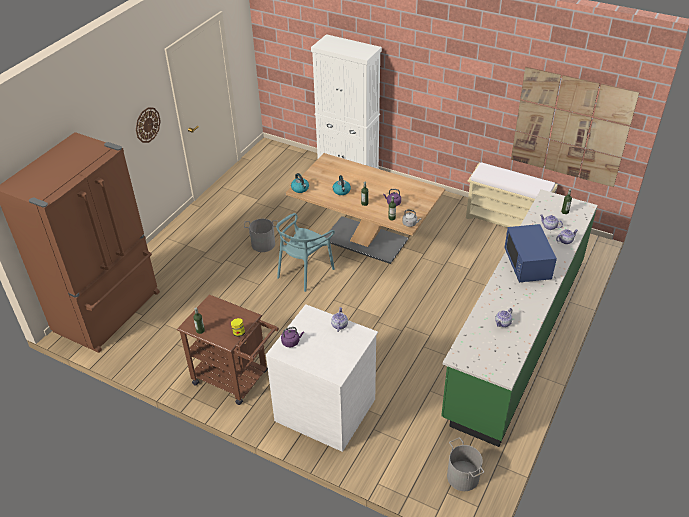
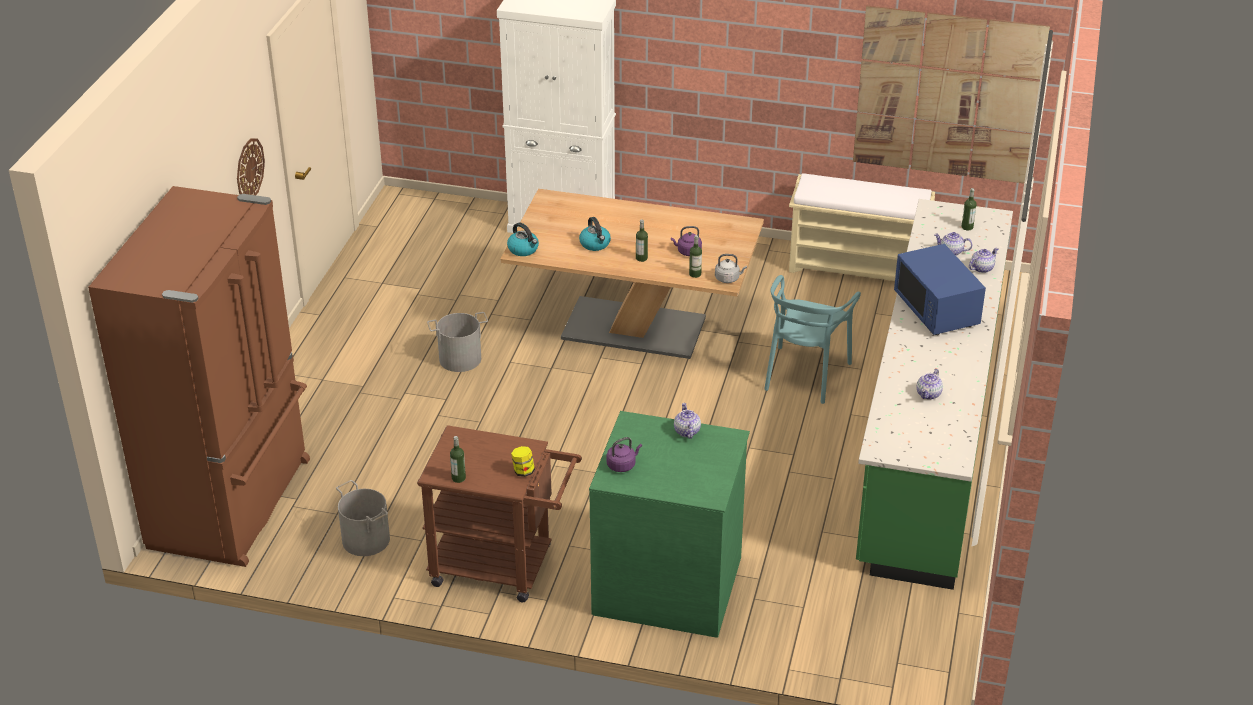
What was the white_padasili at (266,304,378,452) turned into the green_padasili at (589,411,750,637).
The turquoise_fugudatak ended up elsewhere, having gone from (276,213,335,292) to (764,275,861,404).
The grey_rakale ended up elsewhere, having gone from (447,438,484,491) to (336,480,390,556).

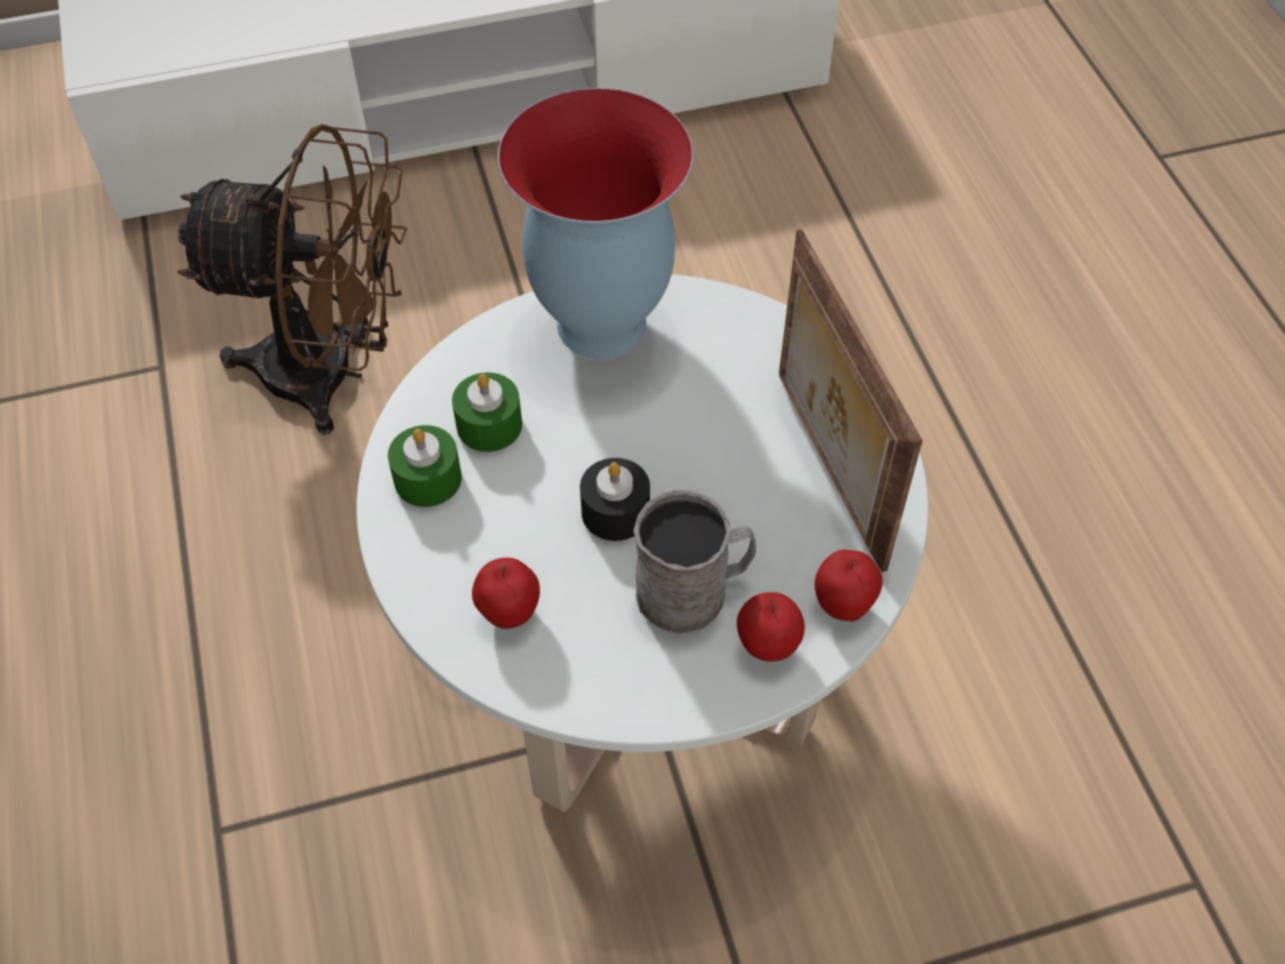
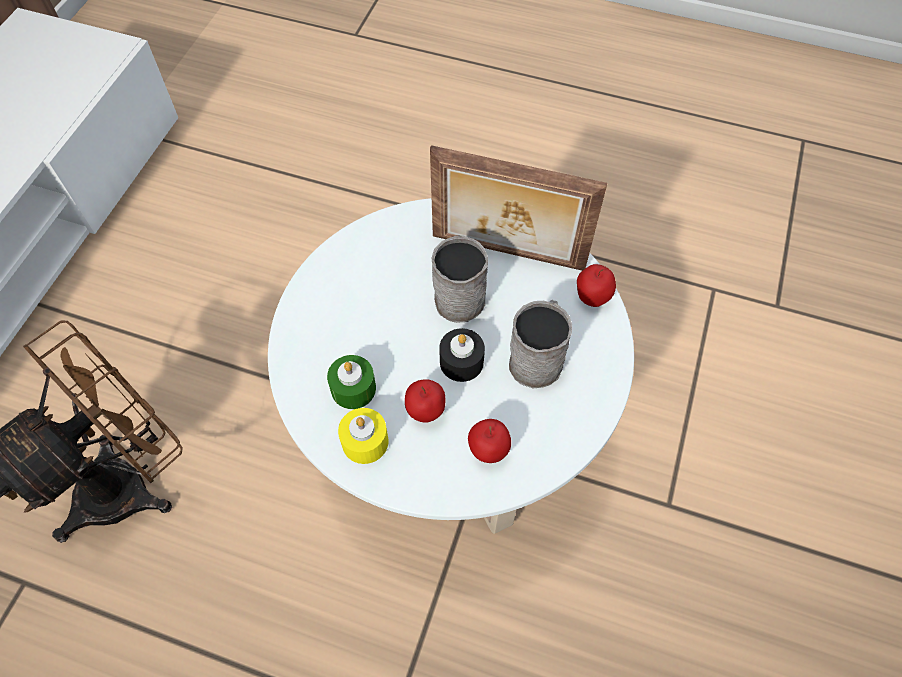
What was the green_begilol at (388,425,462,507) turned into the yellow_begilol at (338,408,388,464).
The second view lost the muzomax at (498,88,694,359).
The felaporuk ended up elsewhere, having gone from (737,592,805,661) to (405,379,445,423).
The second view gained the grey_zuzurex at (432,235,488,323).

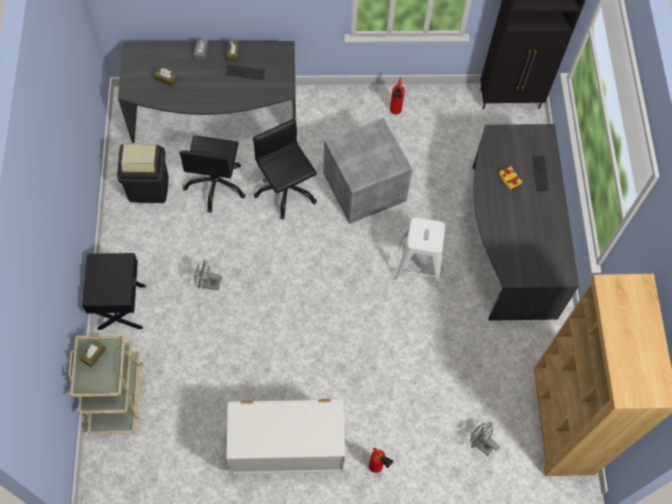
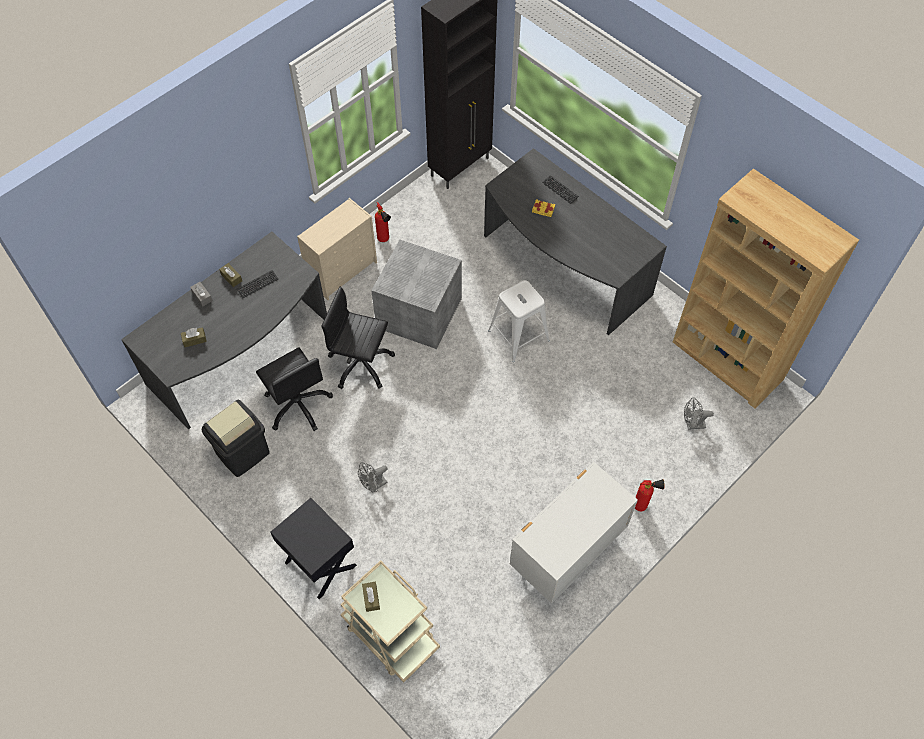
The second view gained the beige_padasili at (297,198,377,300).

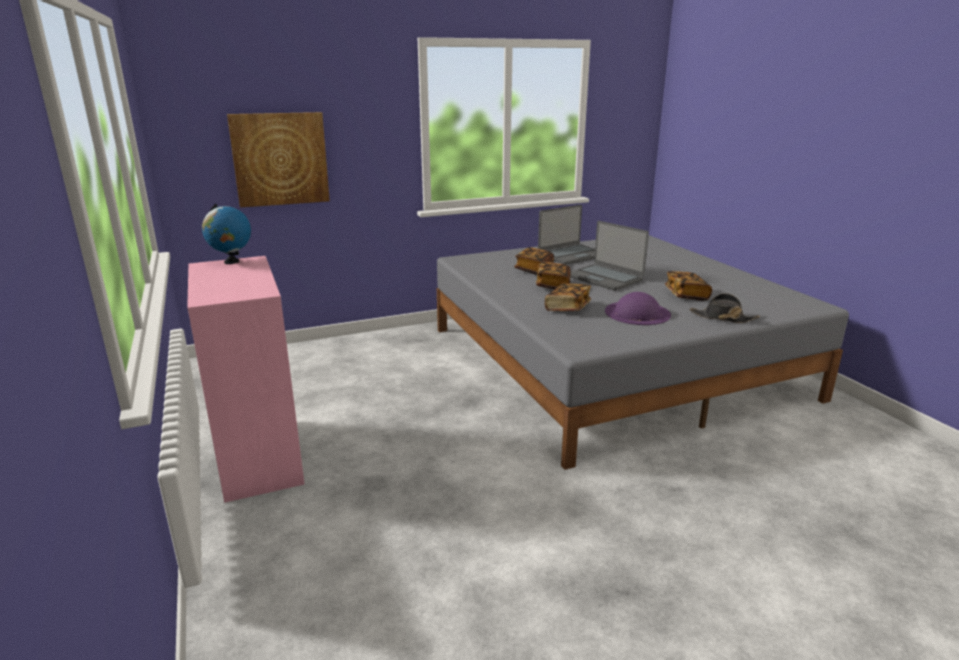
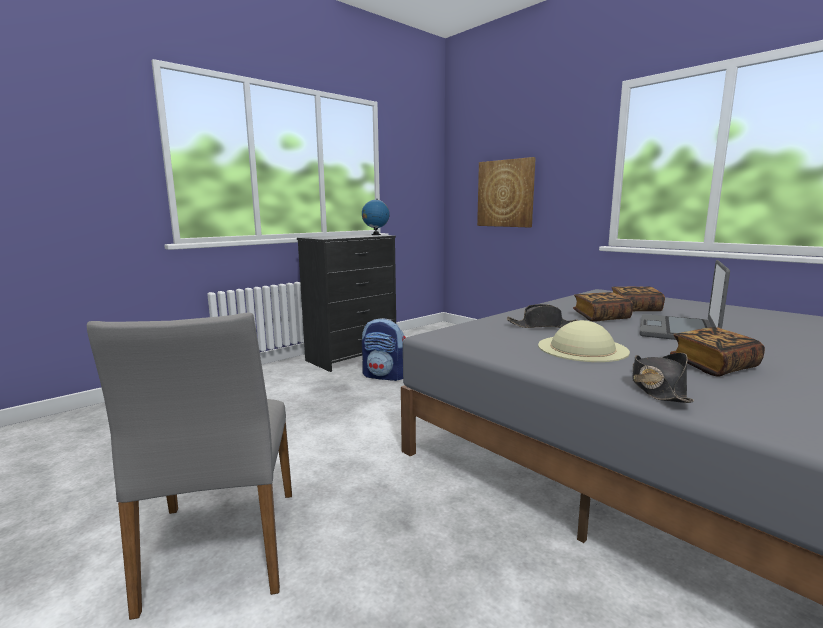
What was the pink_padasili at (187,256,305,503) turned into the black_padasili at (297,234,396,372).
The second view lost the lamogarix at (538,205,595,265).
Where the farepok stood at (545,283,591,311), the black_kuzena came to stand at (507,304,578,328).
What was the purple_kuzena at (605,292,671,325) turned into the beige_kuzena at (538,320,630,362).
The second view gained the grey_fugudatak at (87,313,292,620).
The second view gained the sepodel at (362,318,406,381).

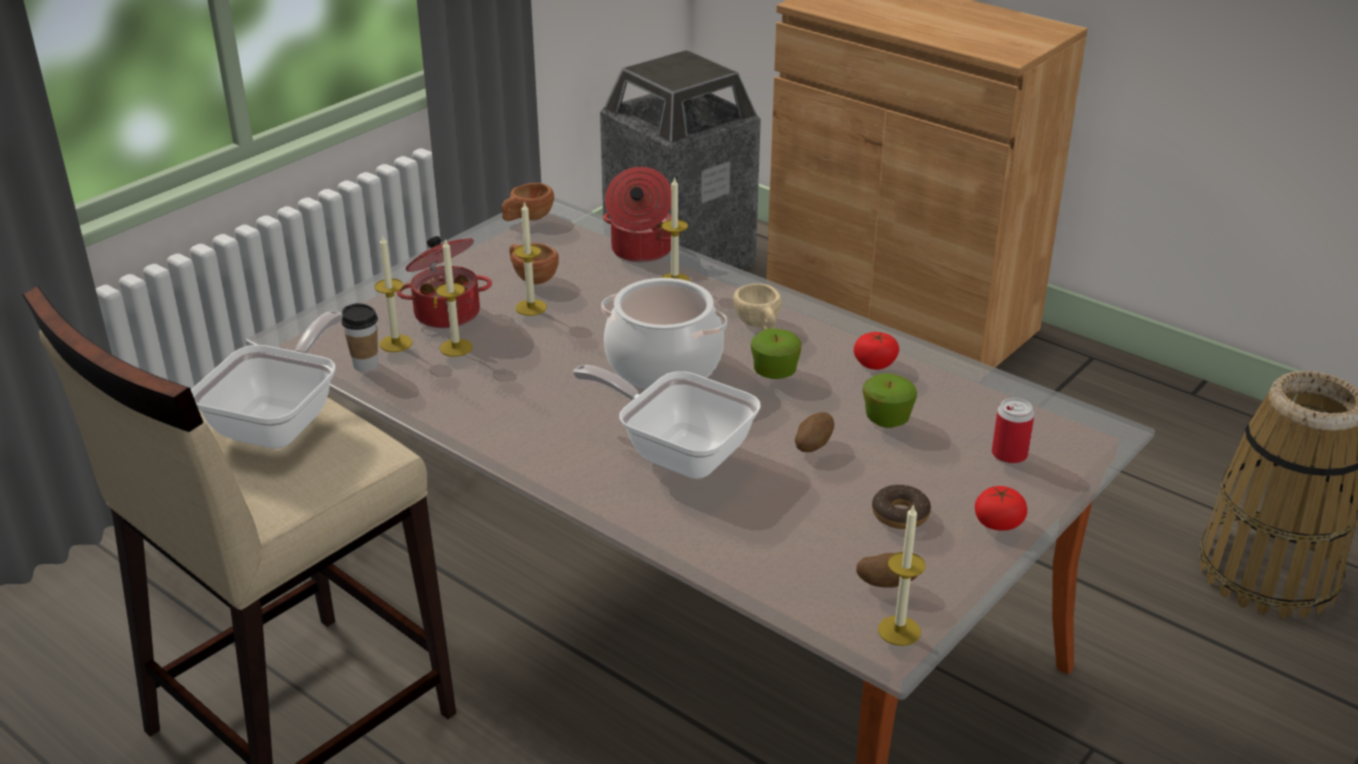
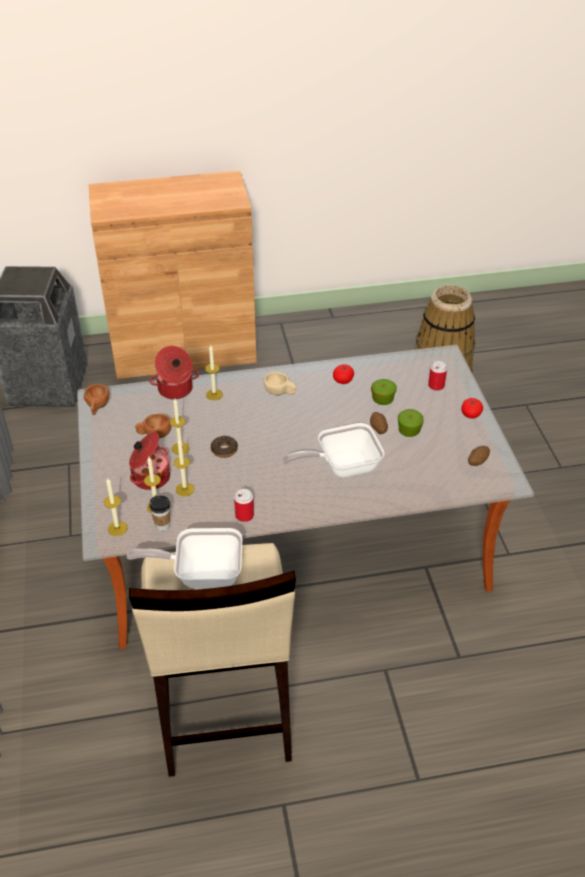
The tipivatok at (191,311,343,449) ended up facing another way, 60 degrees counterclockwise from before.
The second view lost the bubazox at (602,278,727,389).
The felaporuk ended up elsewhere, having gone from (751,328,801,379) to (398,409,423,437).
The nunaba ended up elsewhere, having gone from (872,485,931,529) to (211,436,238,458).
The begilol ended up elsewhere, having gone from (878,504,925,646) to (104,478,127,536).
The second view gained the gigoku at (234,489,254,522).

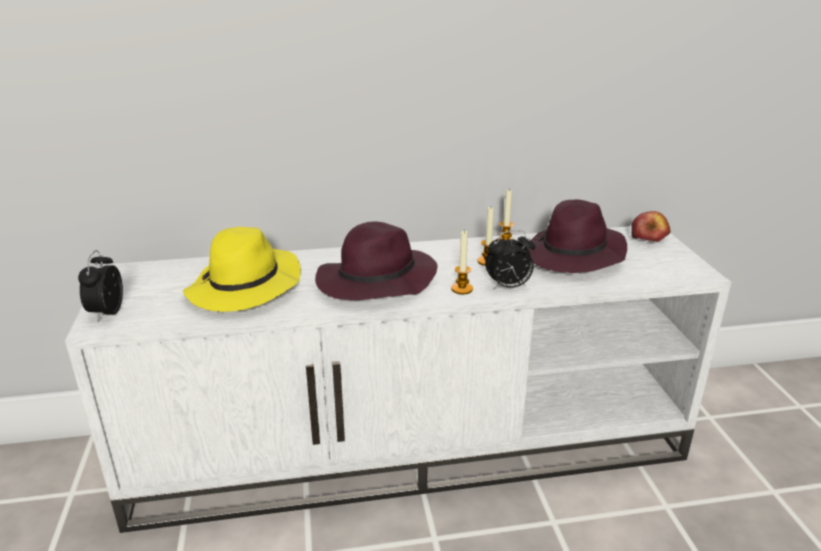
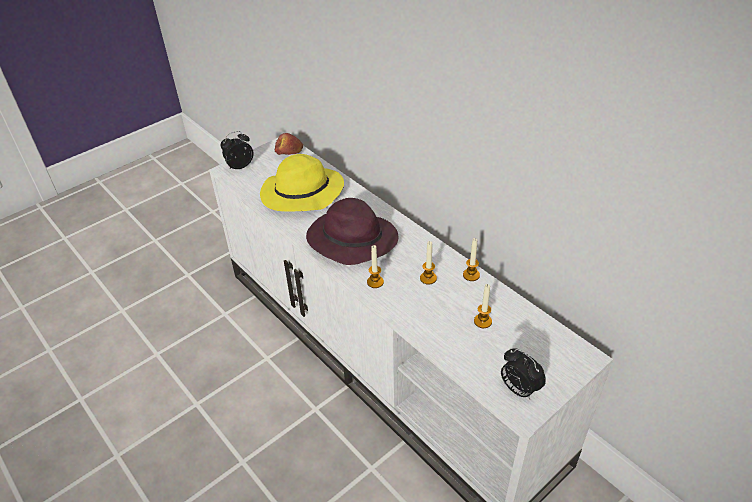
The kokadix ended up elsewhere, having gone from (485,230,535,290) to (501,348,546,399).
Where the purple_kuzena stood at (527,199,627,273), the begilol came to stand at (474,284,492,328).
The felaporuk ended up elsewhere, having gone from (631,211,671,242) to (275,133,303,155).

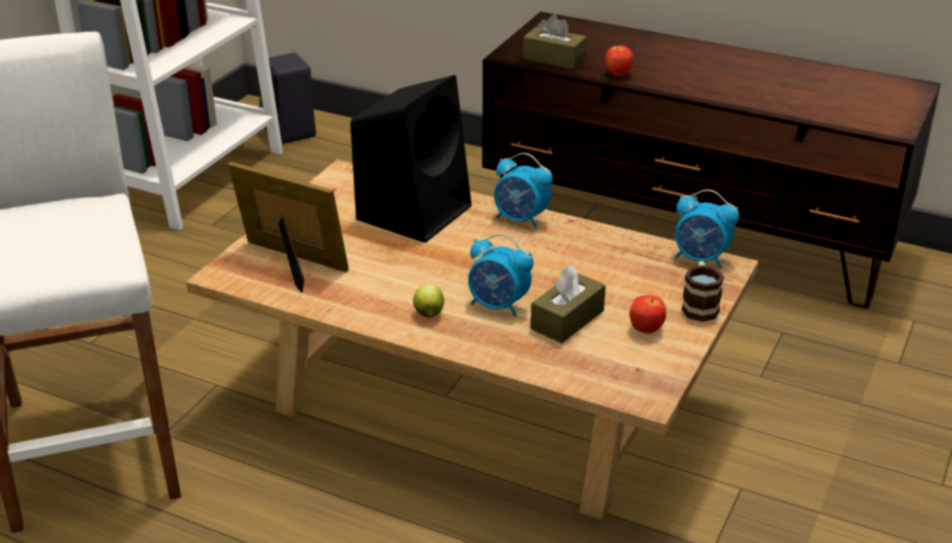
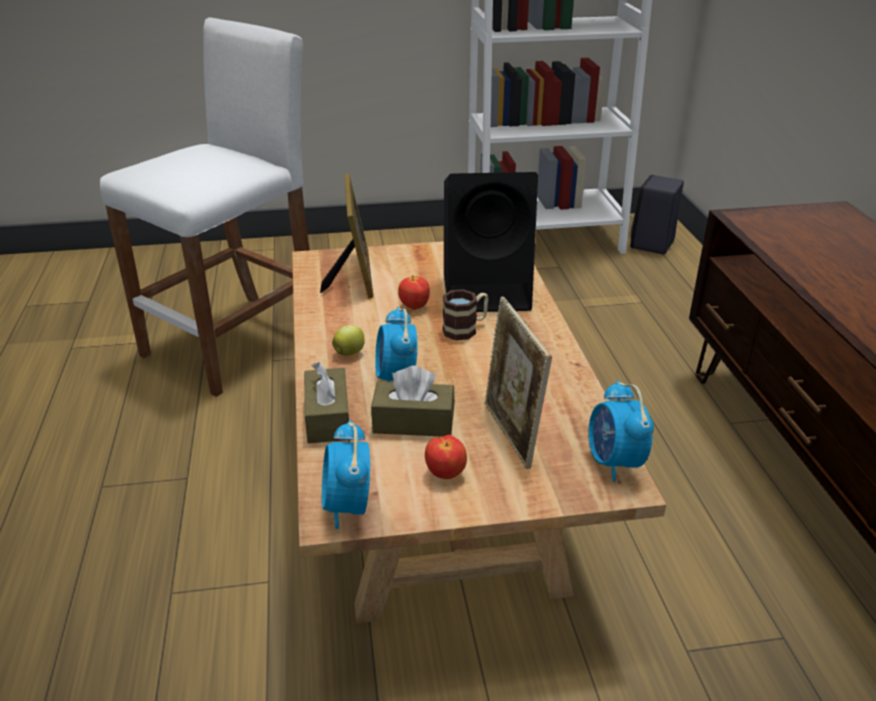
The kokadix ended up elsewhere, having gone from (494,153,553,229) to (322,420,370,529).
The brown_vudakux ended up elsewhere, having gone from (523,14,587,70) to (304,362,349,443).
The felaporuk ended up elsewhere, having gone from (605,45,633,76) to (398,275,430,310).
The zuzurex ended up elsewhere, having gone from (682,261,724,322) to (443,289,489,340).
The second view gained the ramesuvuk at (484,297,552,469).

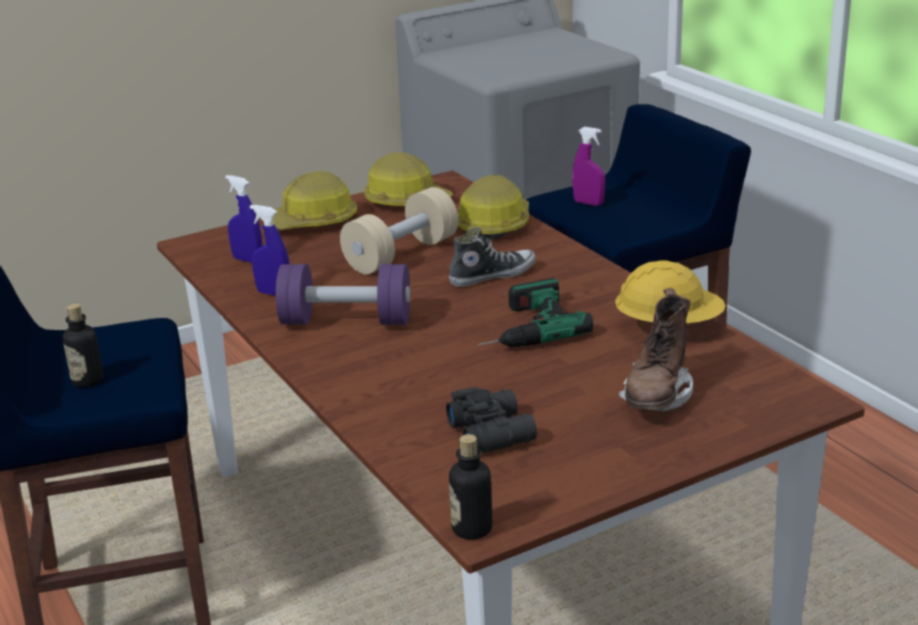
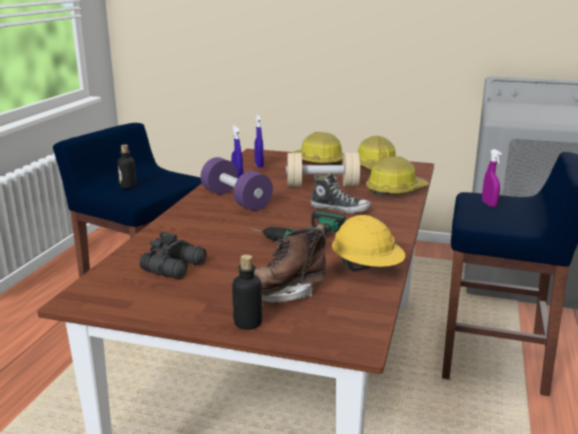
The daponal ended up elsewhere, having gone from (449,434,492,539) to (232,255,262,330).

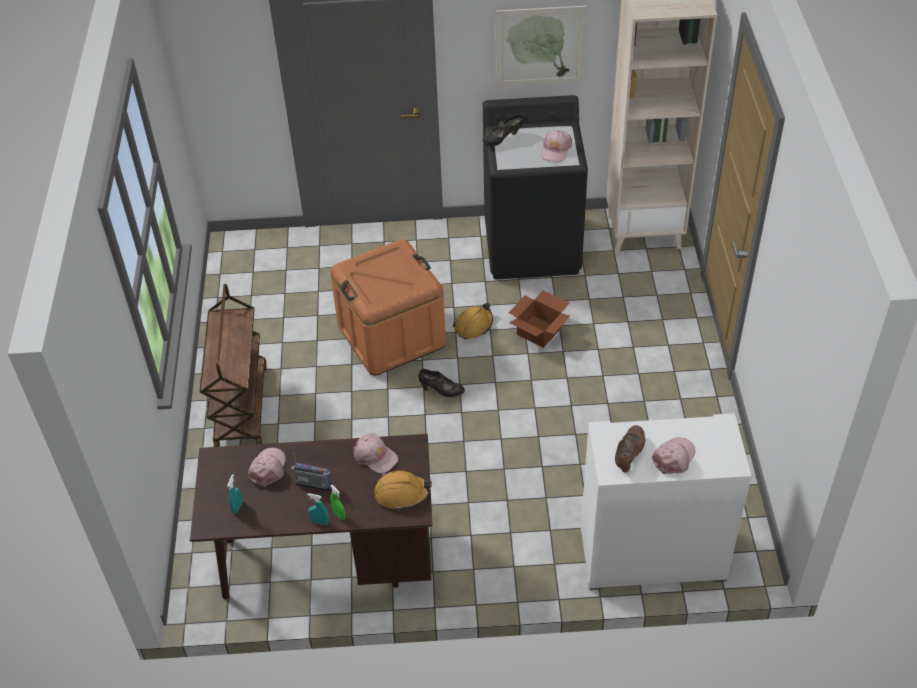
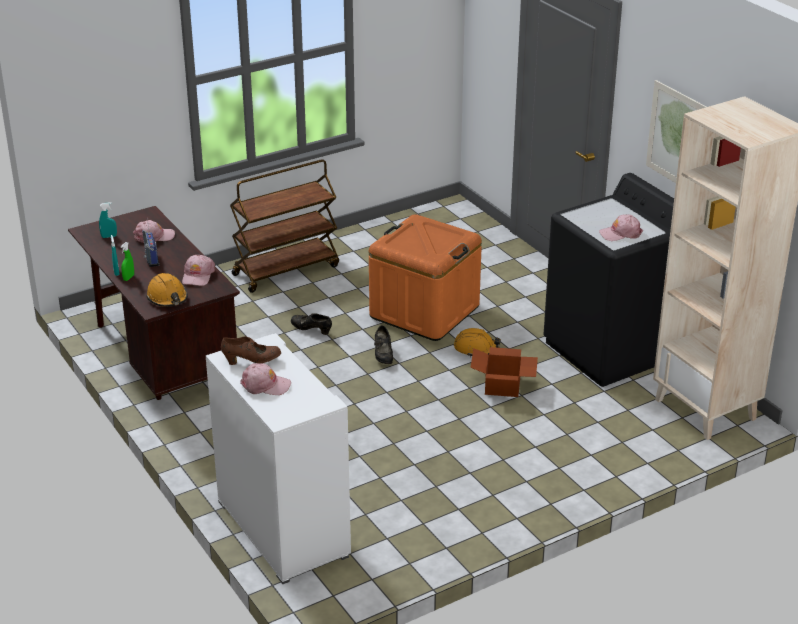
The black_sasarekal ended up elsewhere, having gone from (483,114,523,146) to (291,313,332,335).

